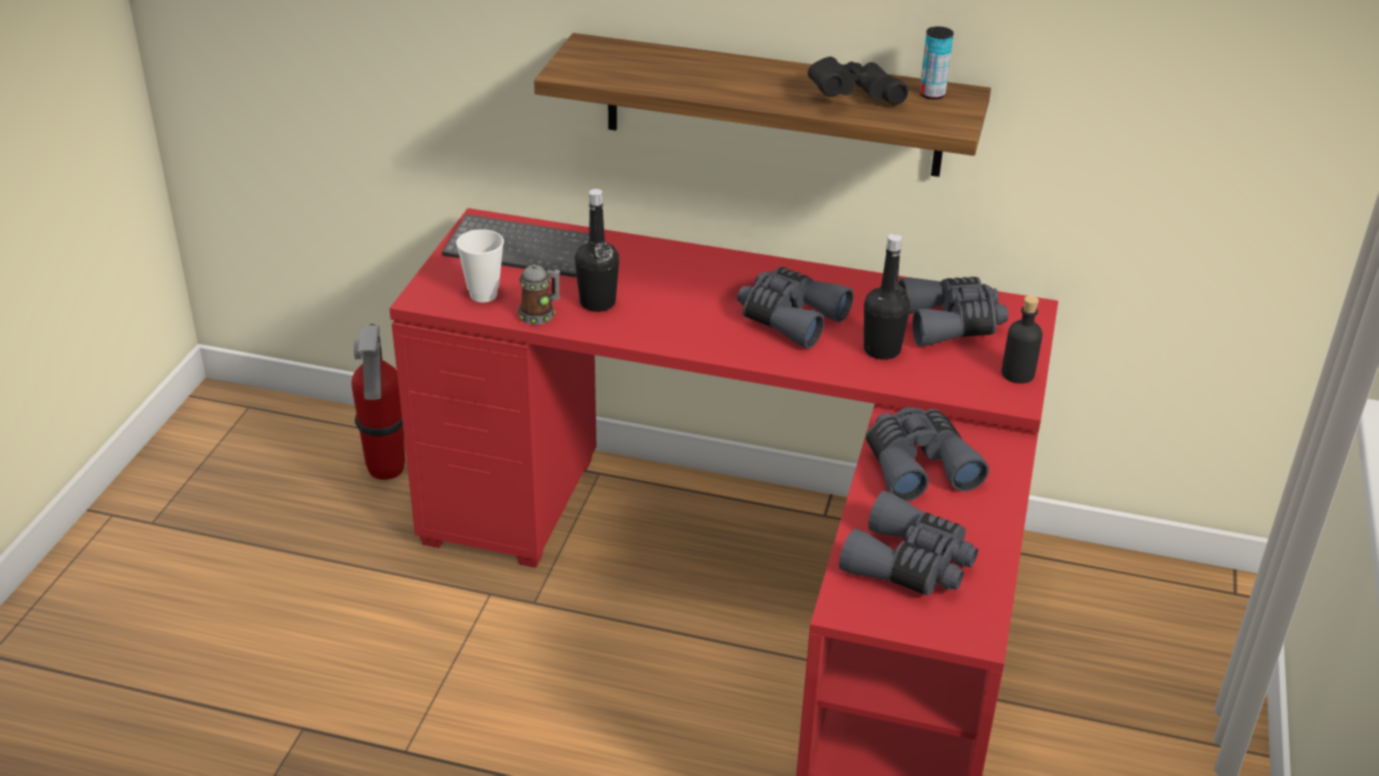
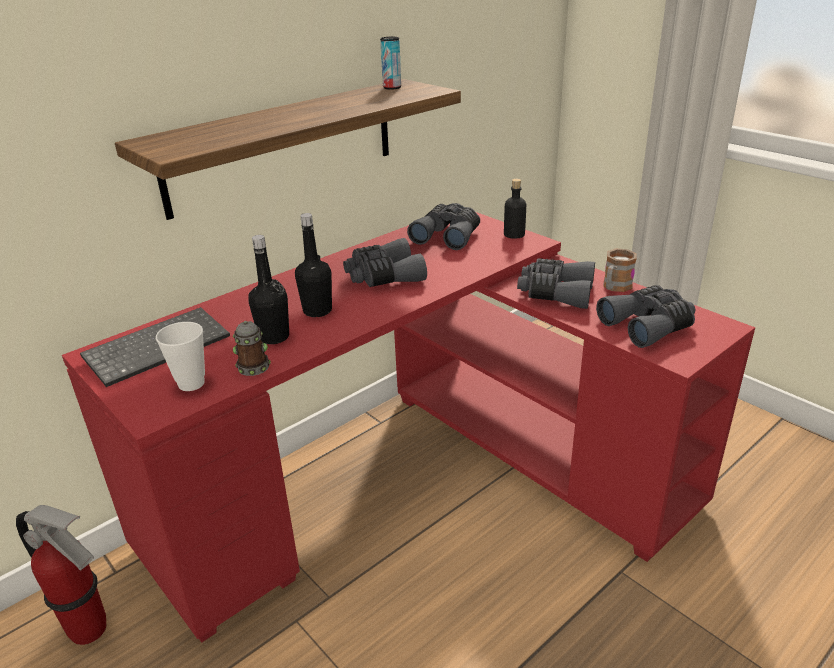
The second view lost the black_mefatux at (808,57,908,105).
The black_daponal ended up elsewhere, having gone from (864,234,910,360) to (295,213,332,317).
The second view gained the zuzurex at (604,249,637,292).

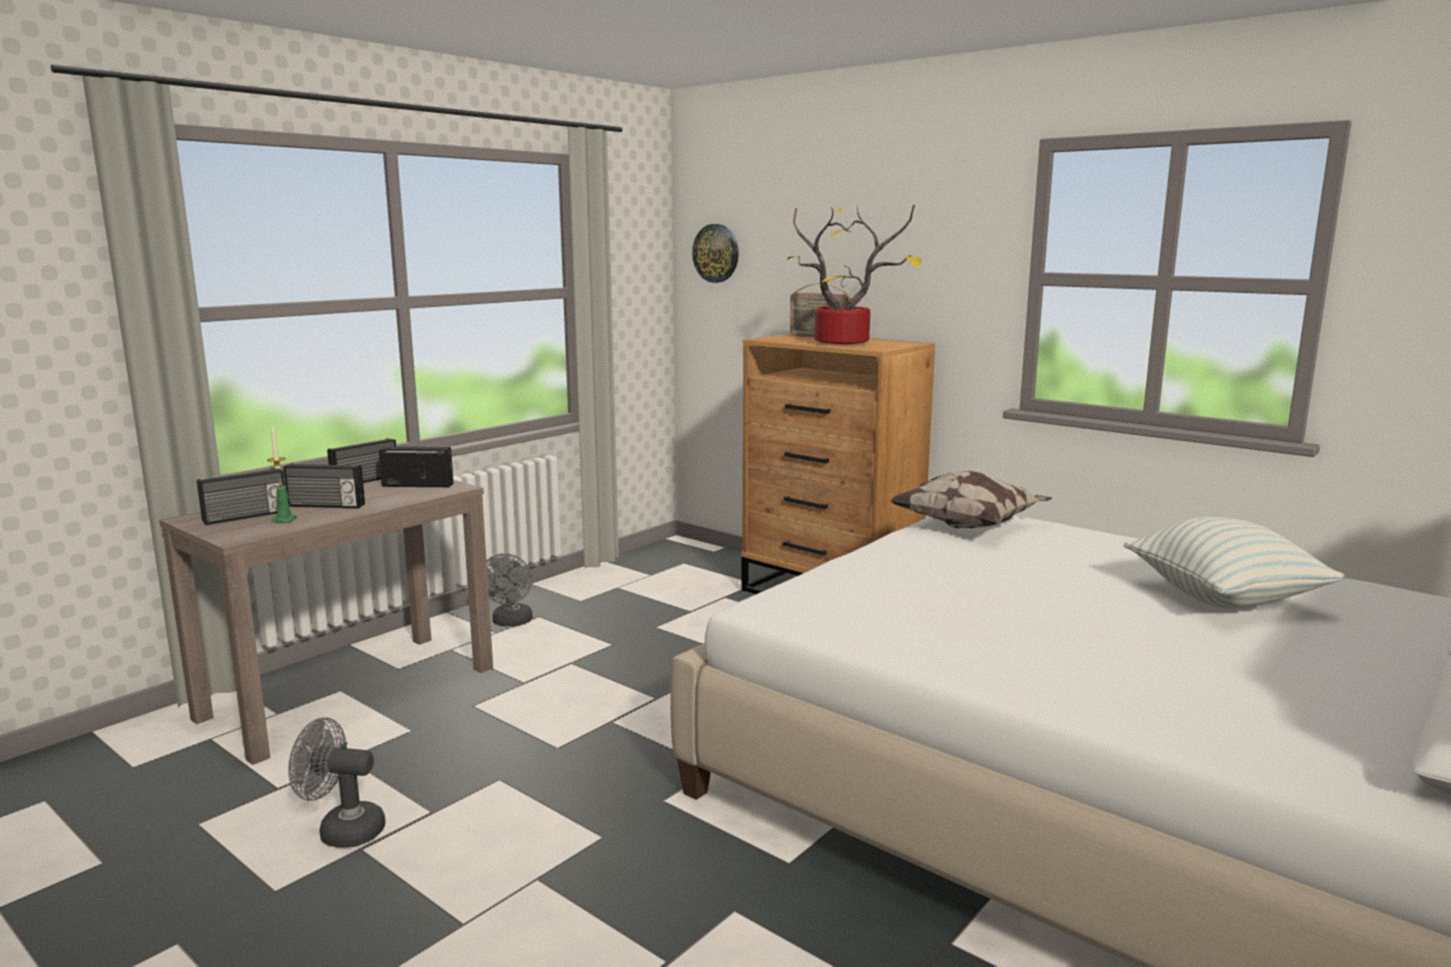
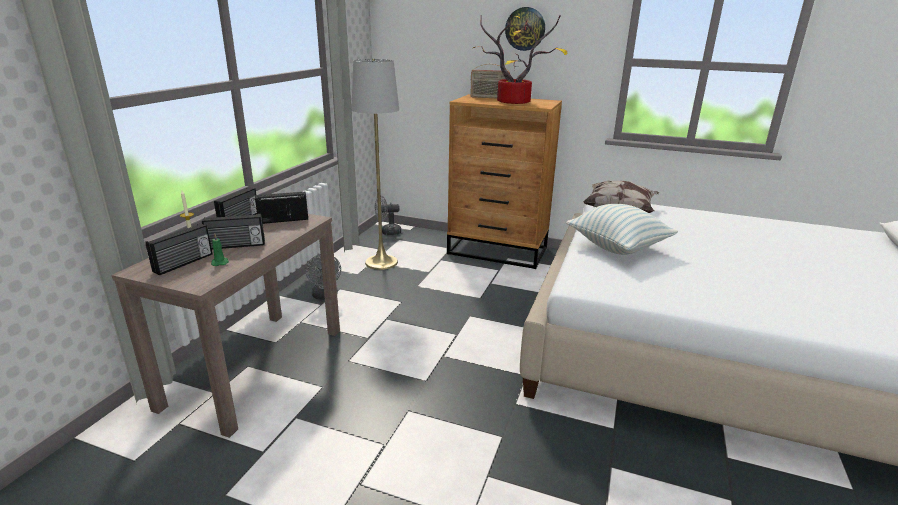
The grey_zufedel ended up elsewhere, having gone from (288,717,385,848) to (375,196,401,235).
The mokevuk ended up elsewhere, having gone from (692,224,739,283) to (505,7,545,51).
The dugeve ended up elsewhere, having gone from (1124,517,1345,609) to (566,204,678,255).
The second view gained the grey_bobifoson at (351,59,399,270).

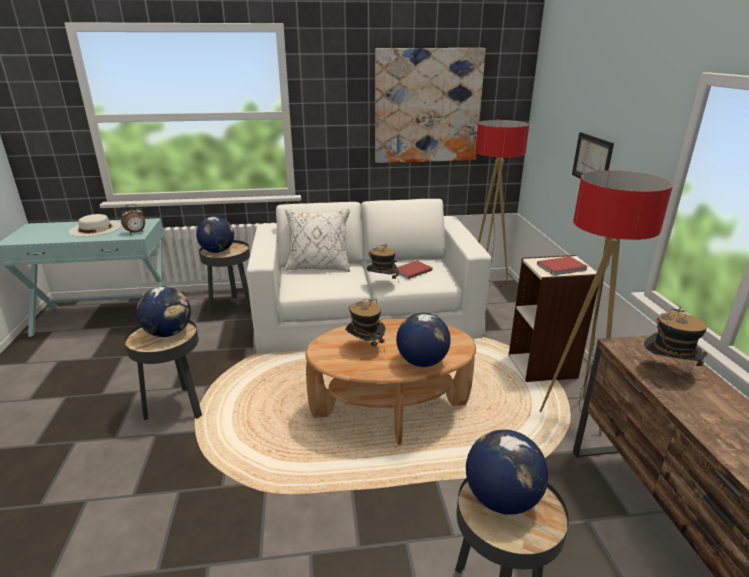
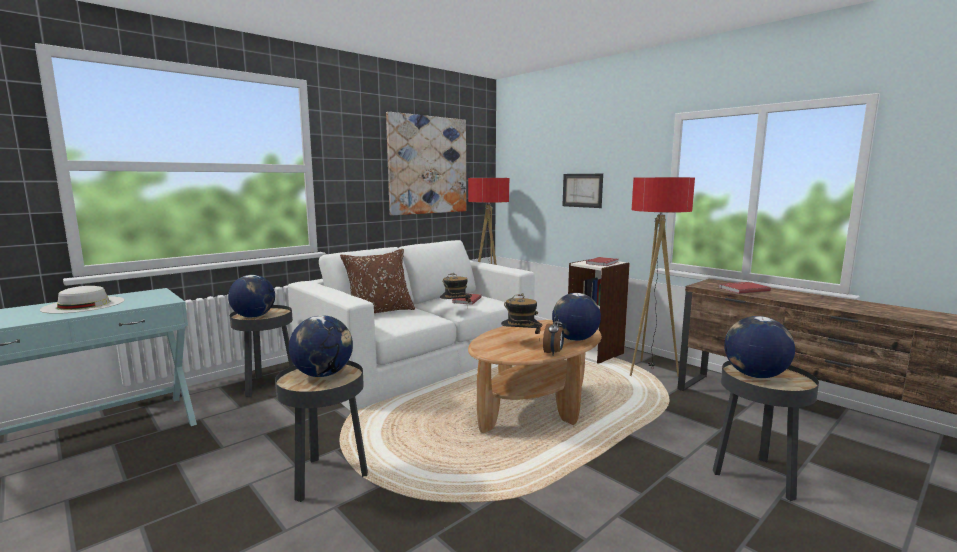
The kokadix ended up elsewhere, having gone from (121,204,145,234) to (543,315,564,355).
What was the white_dugeve at (285,209,350,272) turned into the brown_dugeve at (340,249,415,313).
Where the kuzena stood at (644,307,707,369), the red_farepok came to stand at (719,282,771,294).

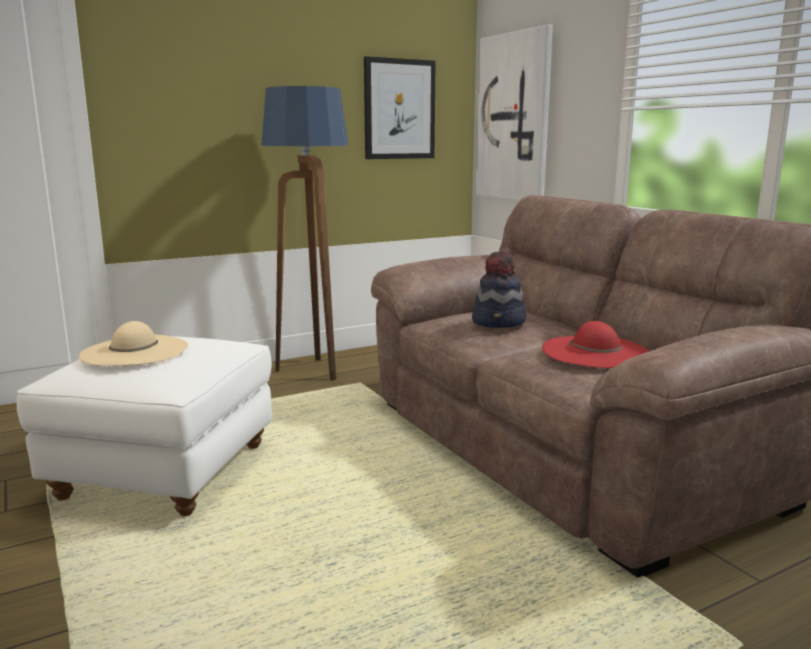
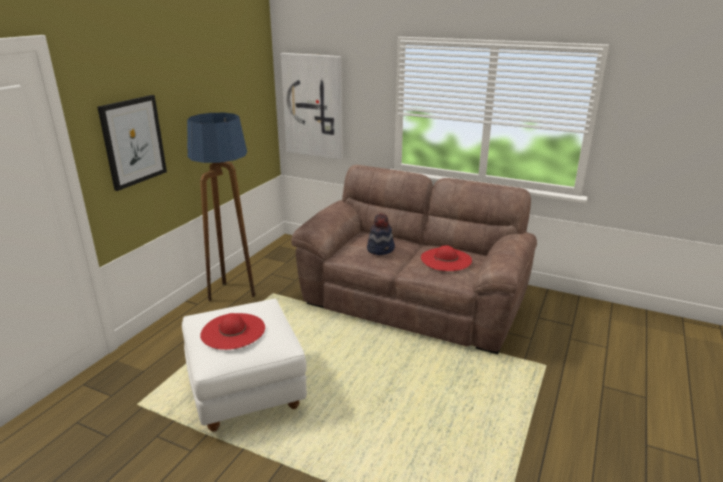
What was the beige_kuzena at (79,321,188,366) turned into the red_kuzena at (200,313,265,350).
The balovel ended up elsewhere, having gone from (364,56,436,159) to (97,95,167,191).

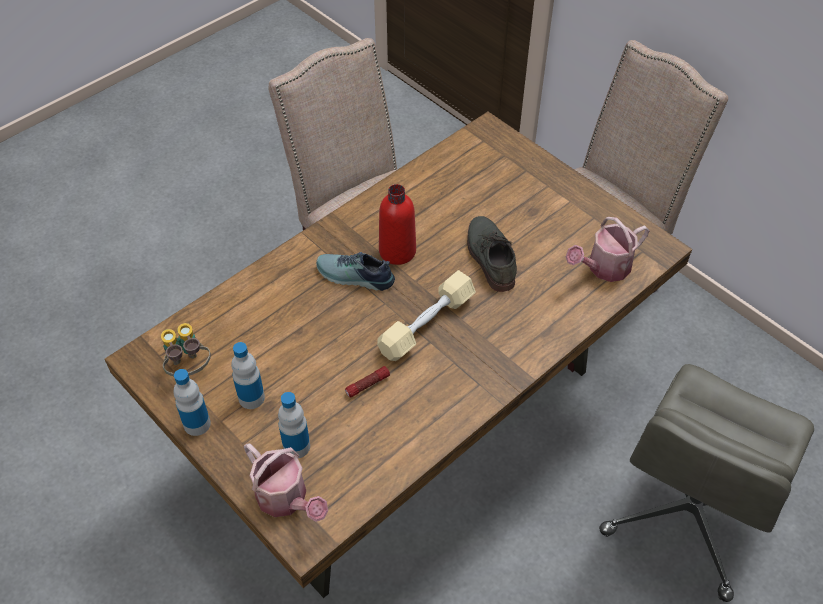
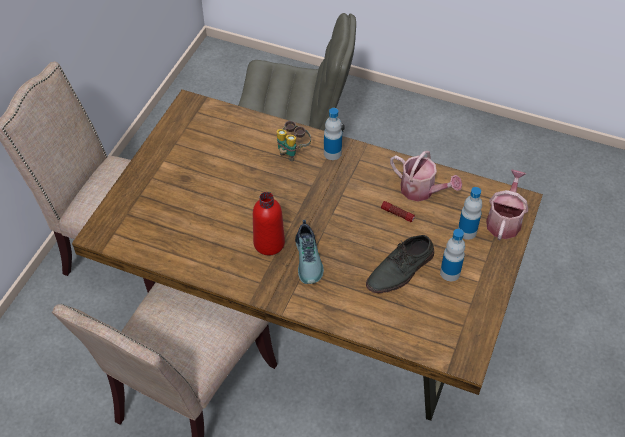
The mefatux ended up elsewhere, having gone from (161,323,211,376) to (277,121,311,162).
The daponal ended up elsewhere, having gone from (174,369,211,436) to (324,108,342,160).
The second view lost the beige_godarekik at (377,270,476,361).
The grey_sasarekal ended up elsewhere, having gone from (467,216,517,292) to (366,235,434,293).
The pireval ended up elsewhere, having gone from (565,217,650,282) to (390,151,462,202).

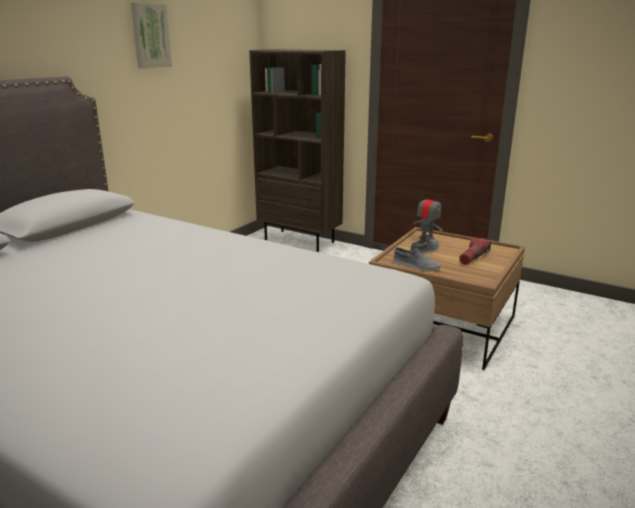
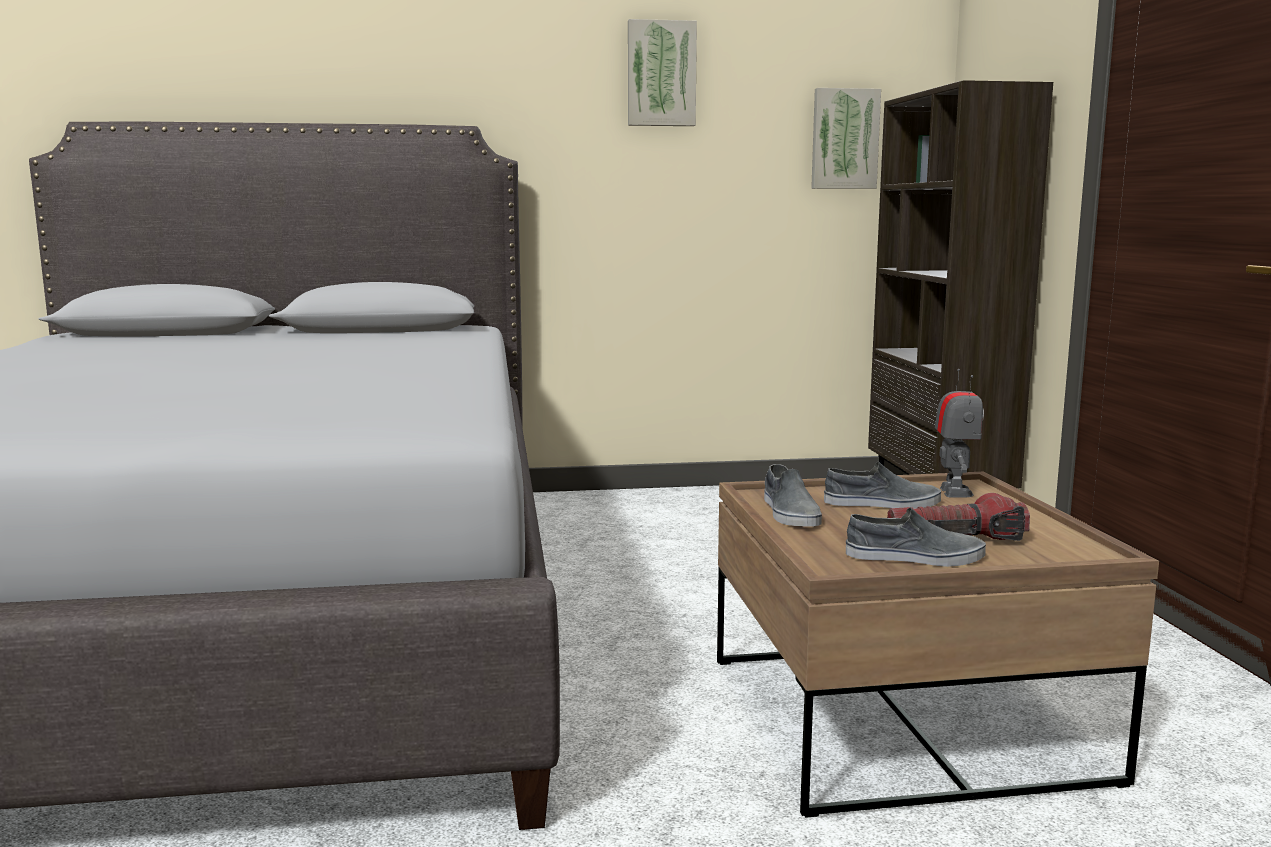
The second view gained the balovel at (811,88,881,189).
The second view gained the grey_sasarekal at (846,507,986,567).

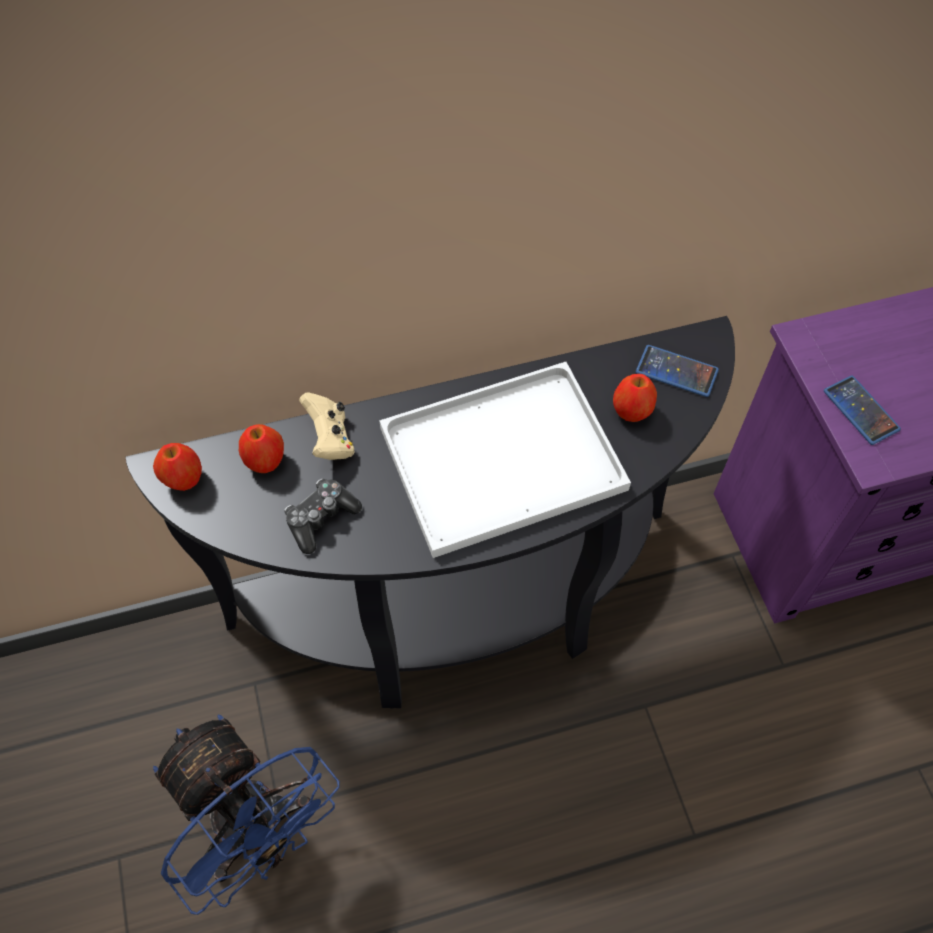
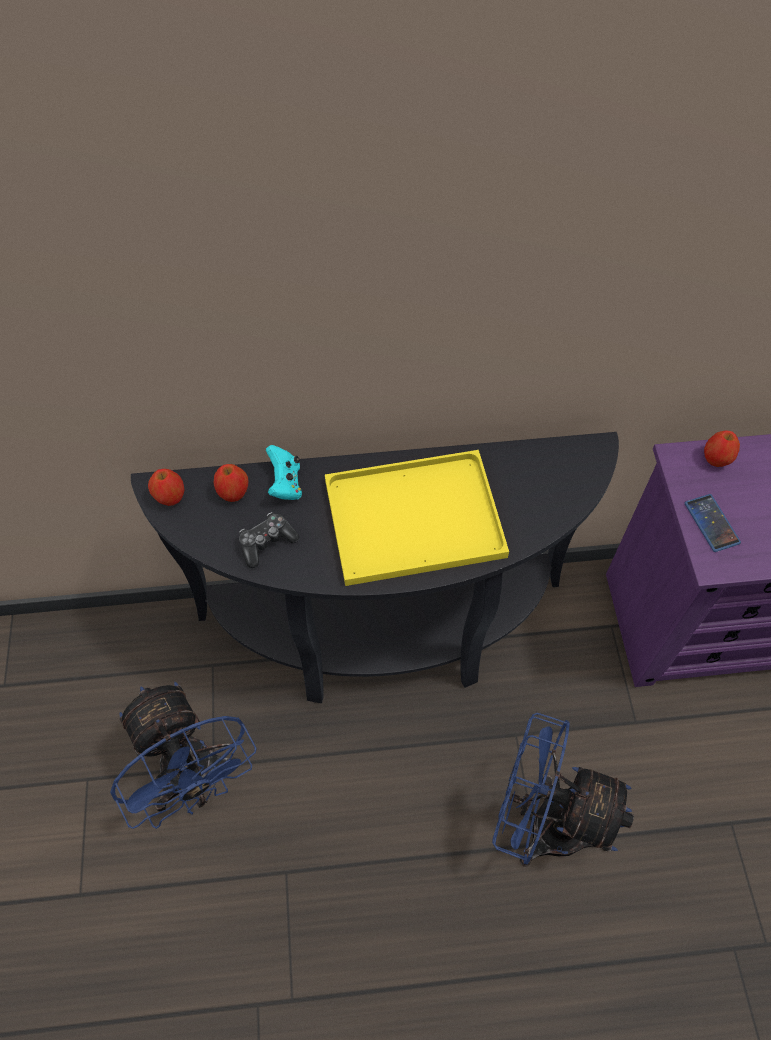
What was the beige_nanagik at (299,392,354,460) turned into the turquoise_nanagik at (266,445,302,500).
What was the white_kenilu at (379,362,631,558) turned into the yellow_kenilu at (325,450,509,586).
The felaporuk ended up elsewhere, having gone from (613,374,657,422) to (704,430,740,467).
The second view lost the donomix at (636,345,719,397).
The second view gained the blue_zufedel at (492,713,634,867).

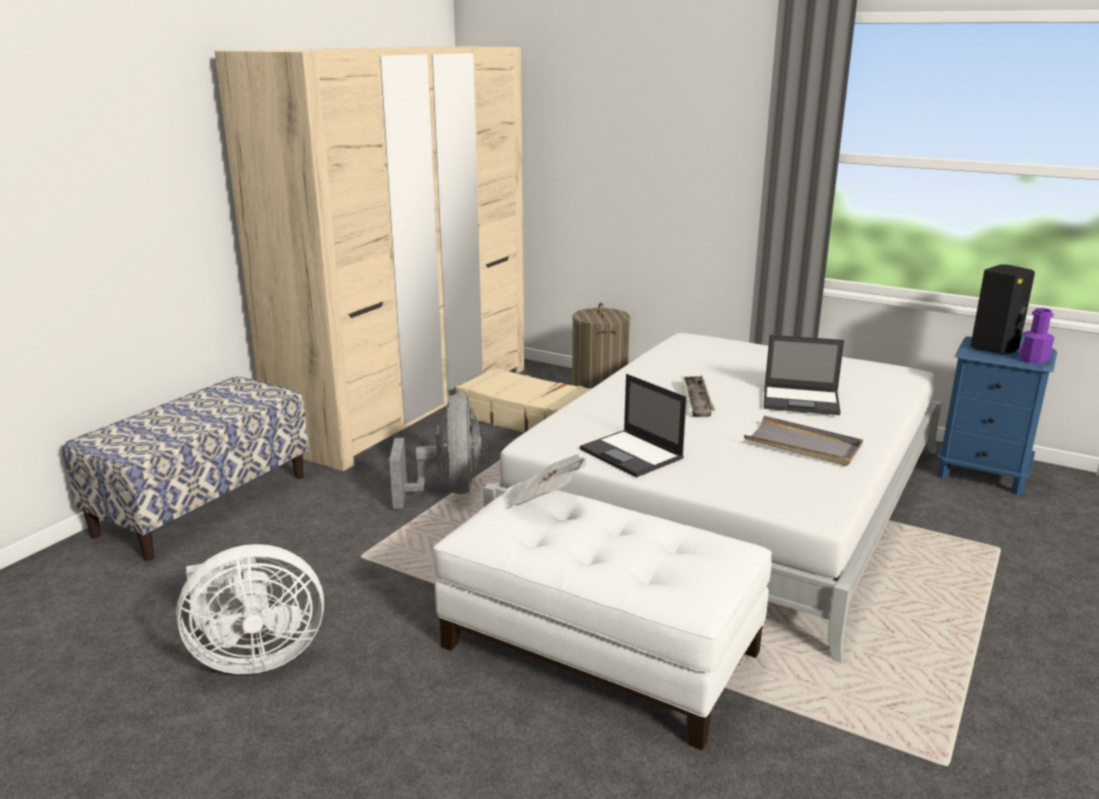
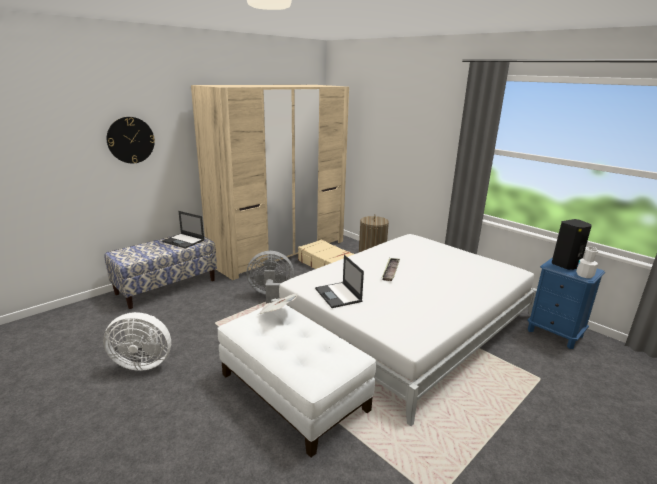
The grey_zufedel at (389,394,481,509) ended up facing another way, 105 degrees counterclockwise from before.
The second view lost the grey_kenilu at (744,416,863,466).
The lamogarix ended up elsewhere, having gone from (764,335,844,415) to (162,211,204,249).
What was the purple_daponal at (1018,308,1054,364) turned into the white_daponal at (576,247,598,278).
The second view gained the mokevuk at (107,117,155,163).

